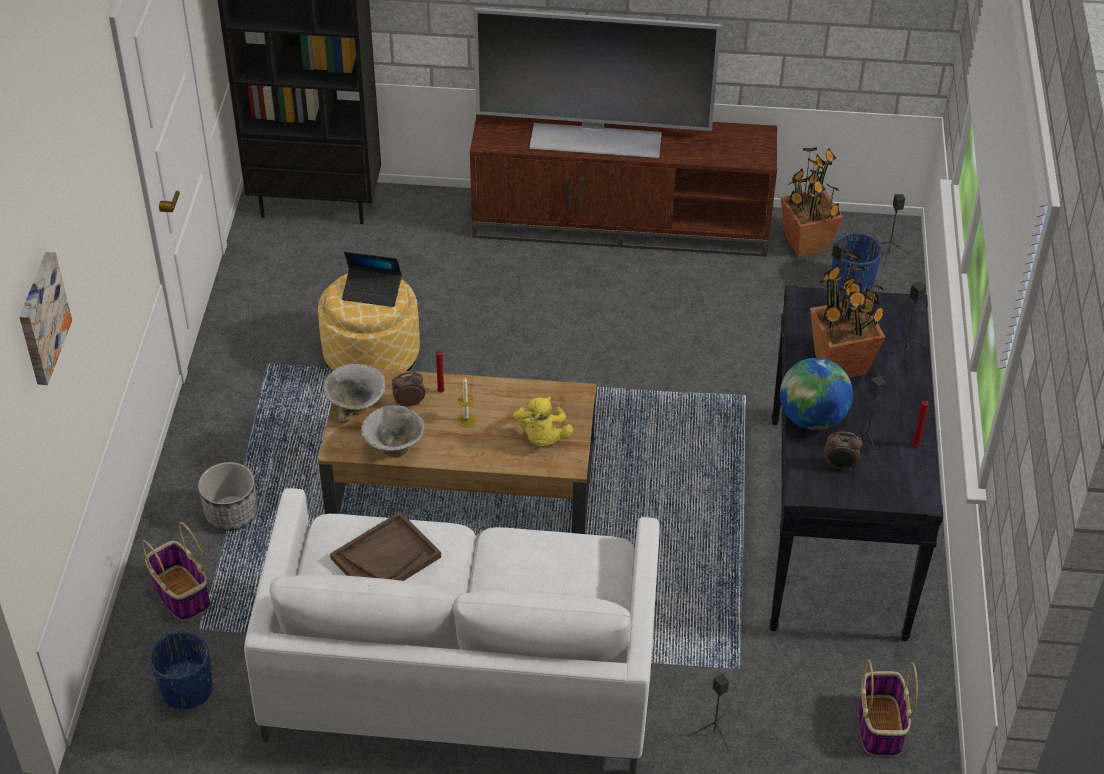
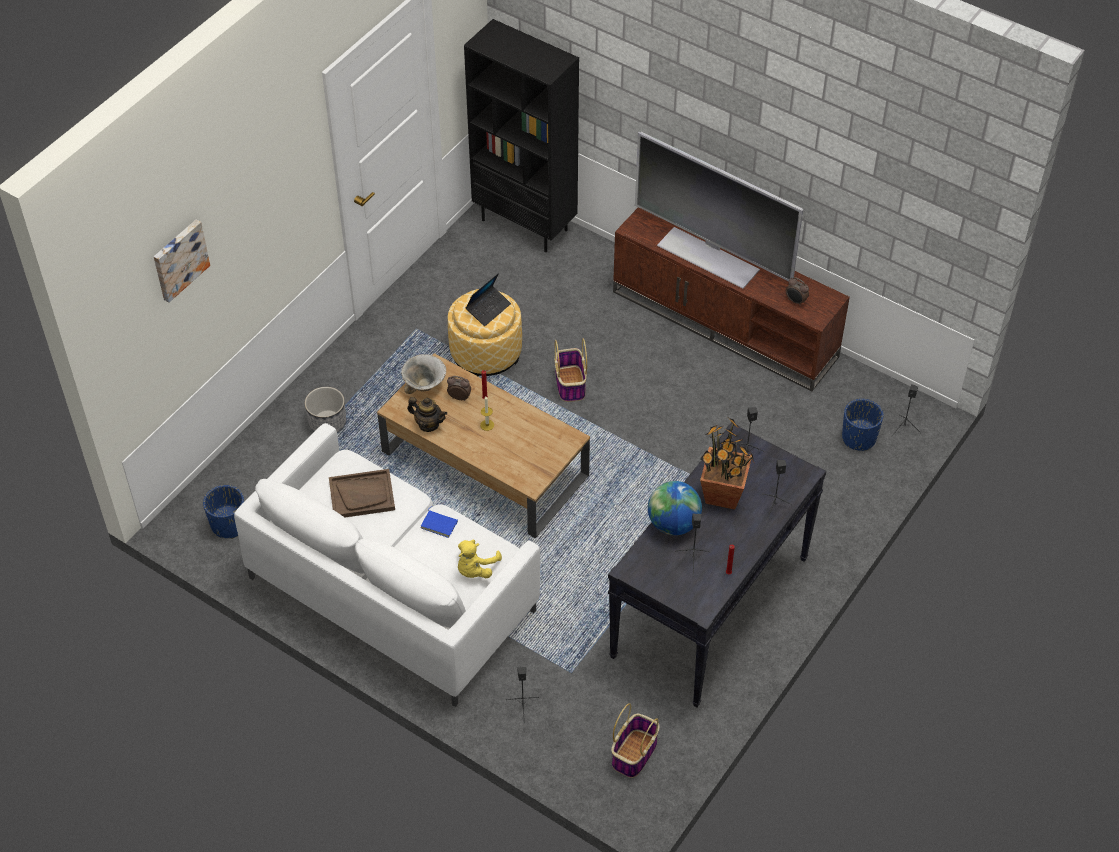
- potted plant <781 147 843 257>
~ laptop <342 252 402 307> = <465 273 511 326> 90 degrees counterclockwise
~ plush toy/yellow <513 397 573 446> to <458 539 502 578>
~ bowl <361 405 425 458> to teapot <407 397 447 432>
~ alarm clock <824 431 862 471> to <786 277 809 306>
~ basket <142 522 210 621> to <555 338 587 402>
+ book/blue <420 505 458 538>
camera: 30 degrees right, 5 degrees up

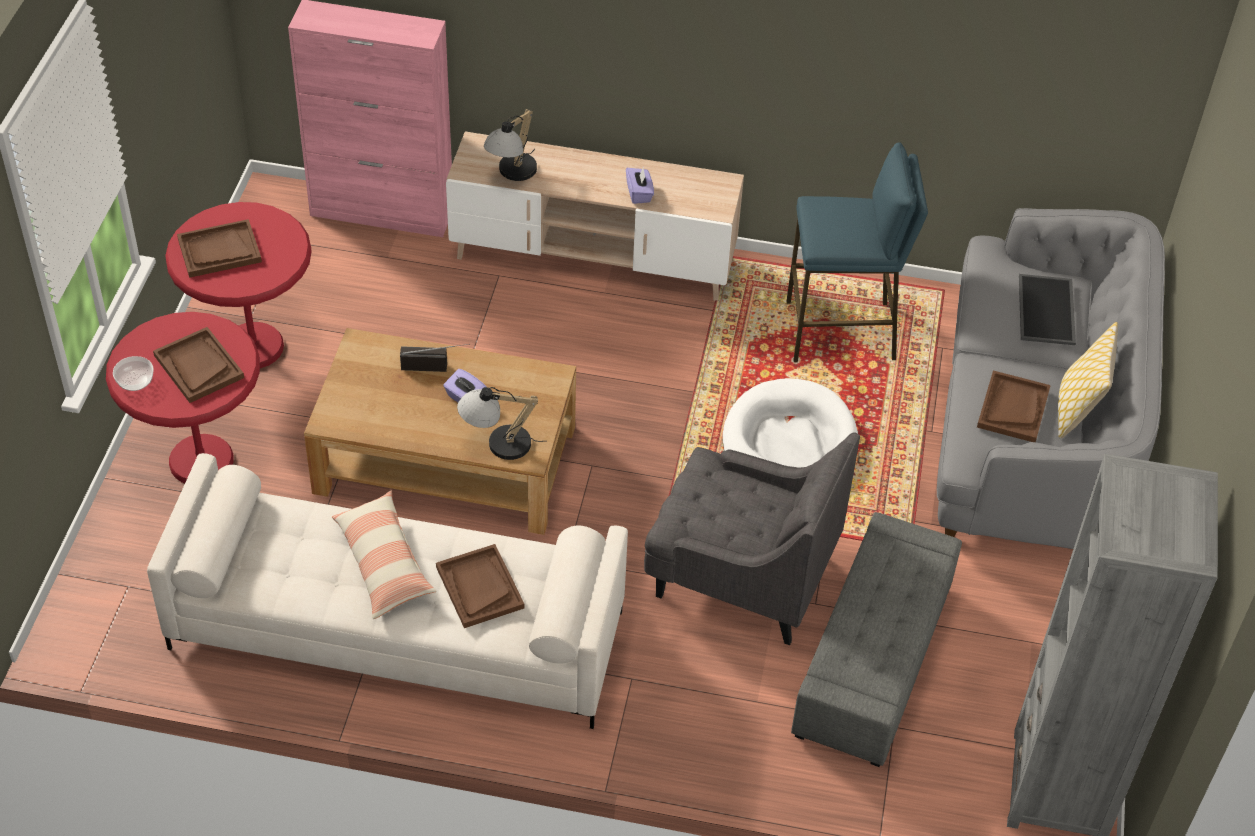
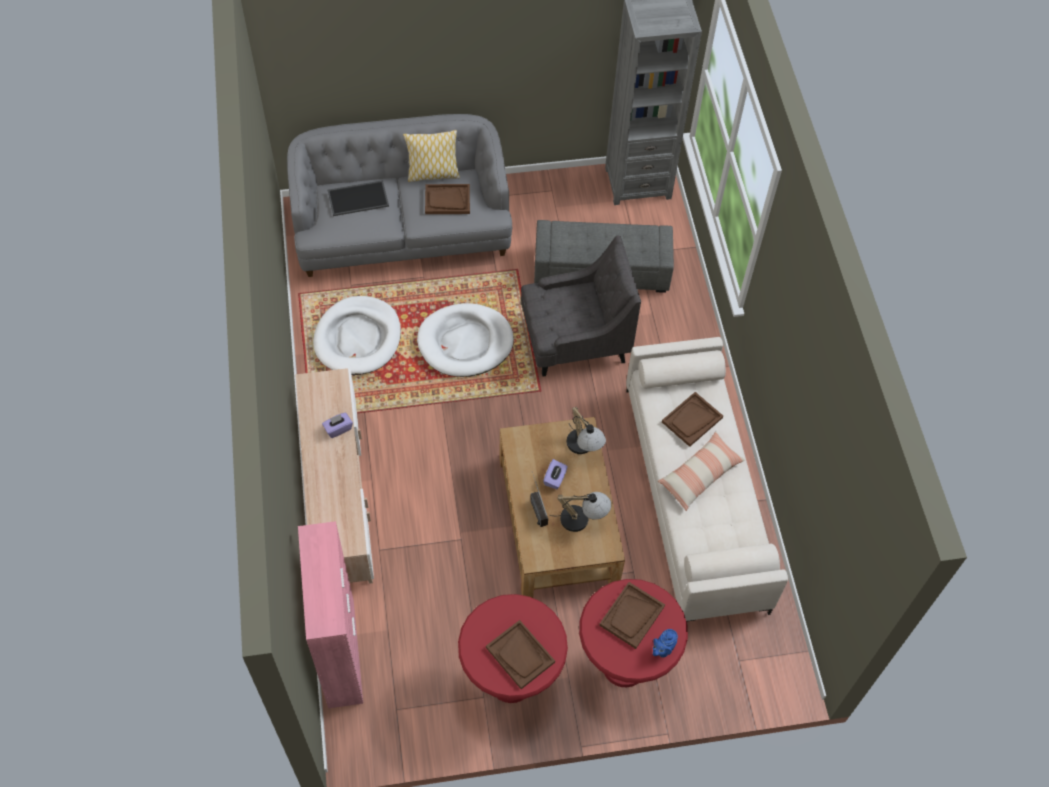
~ table lamp <484 109 537 181> to <550 492 611 532>
~ stool/blue <787 142 928 362> to dog bed/white <313 296 401 375>
~ bowl <113 356 153 391> to teapot/blue <653 629 678 657>
~ armchair/grey <644 432 860 645> = <521 235 641 376> 75 degrees clockwise
camera: 110 degrees left, 10 degrees up

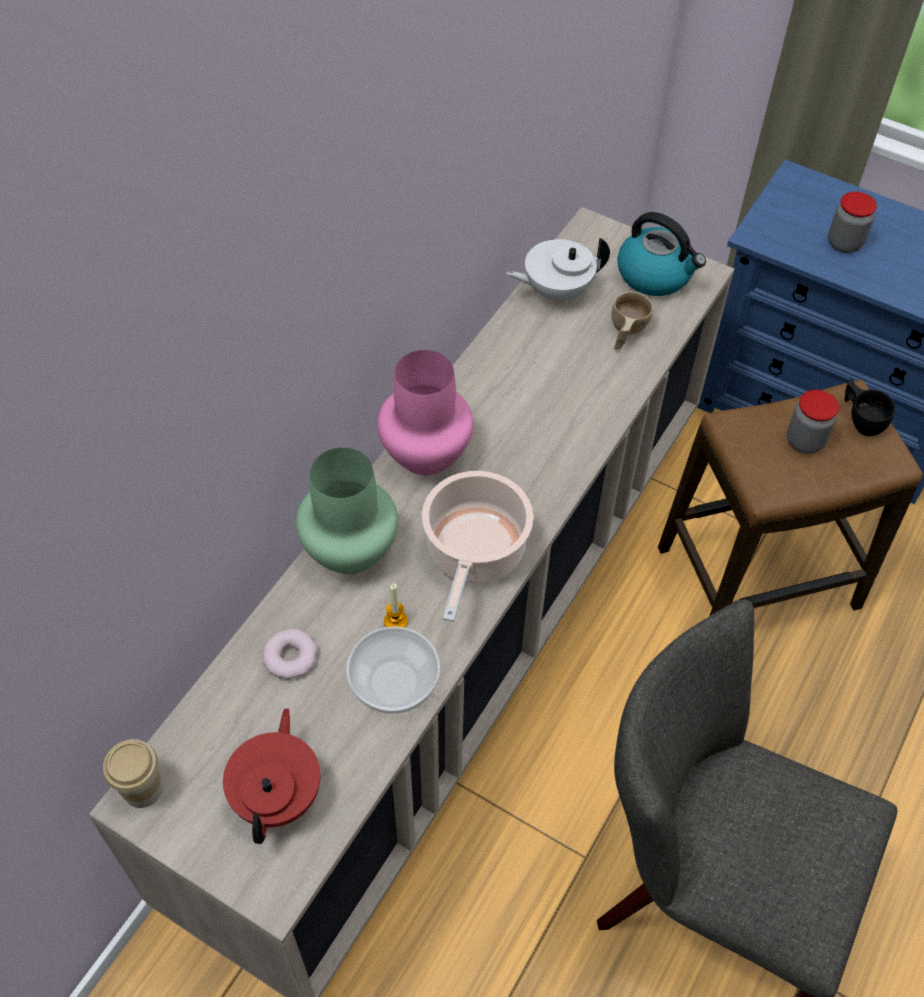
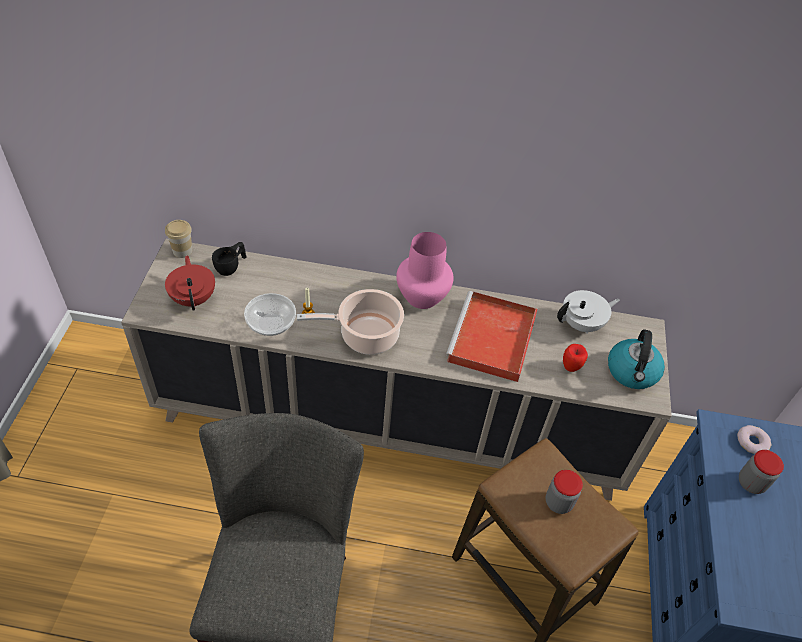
~ teapot/white <506 237 610 303> = <557 290 620 334> 105 degrees clockwise
~ cup/beige <612 291 653 350> to apple <563 344 588 372>
~ cup/black <844 379 895 436> to <212 242 247 276>
- vase/green <296 448 398 574>
~ donut <262 629 318 679> to <737 425 771 454>
~ teapot/red <223 708 320 844> = <165 255 215 310> 90 degrees counterclockwise
+ tray/red <446 291 538 382>
camera: 65 degrees right, 5 degrees down

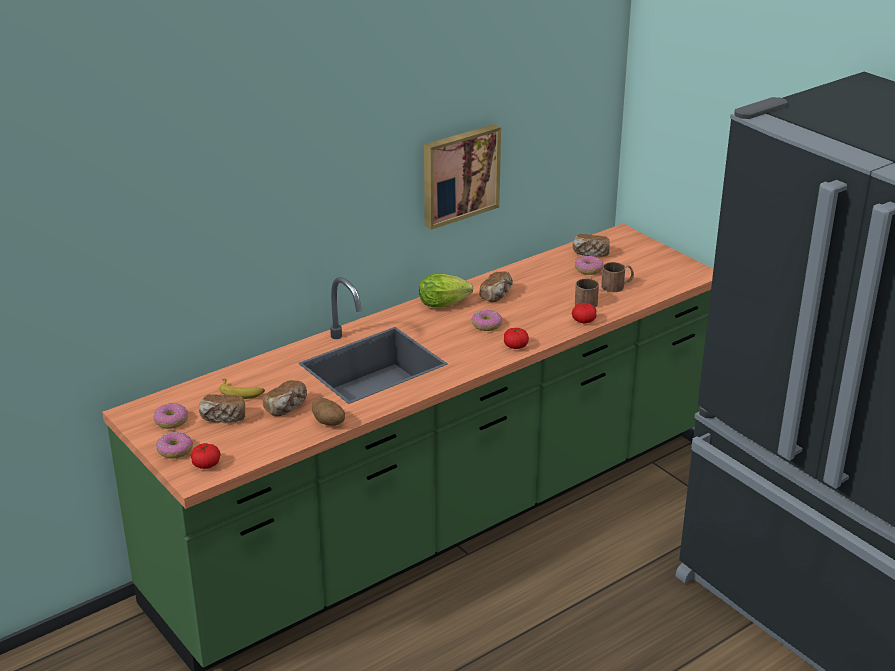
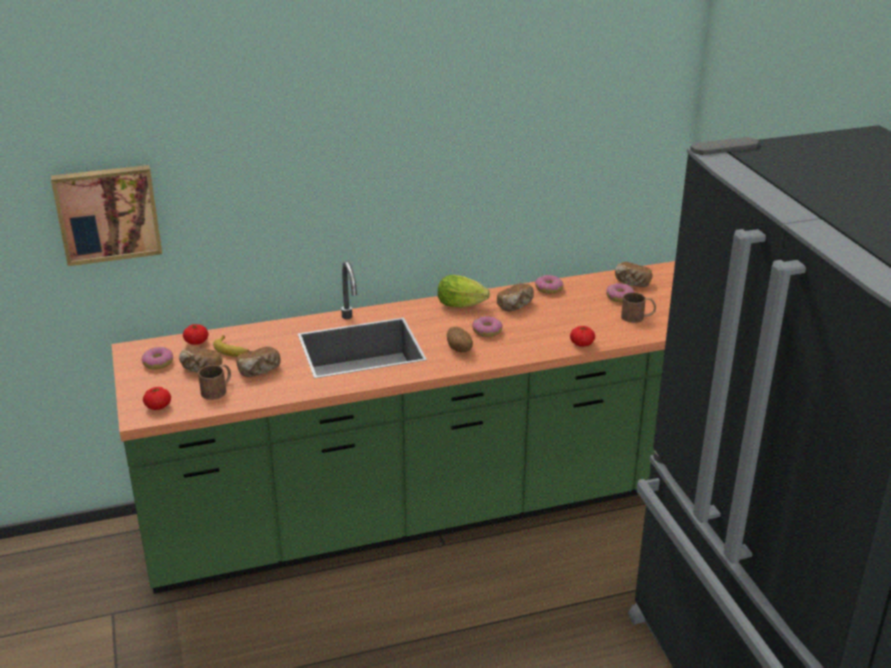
~ picture <424 124 501 230> to <51 165 162 266>
~ mug/brown <575 277 599 308> to <198 364 231 400>
~ tomato <504 328 529 349> to <183 324 209 345>
~ potato <312 398 345 426> to <447 327 473 352>
~ donut <156 432 193 459> to <535 275 563 294>
camera: 20 degrees right, 0 degrees up

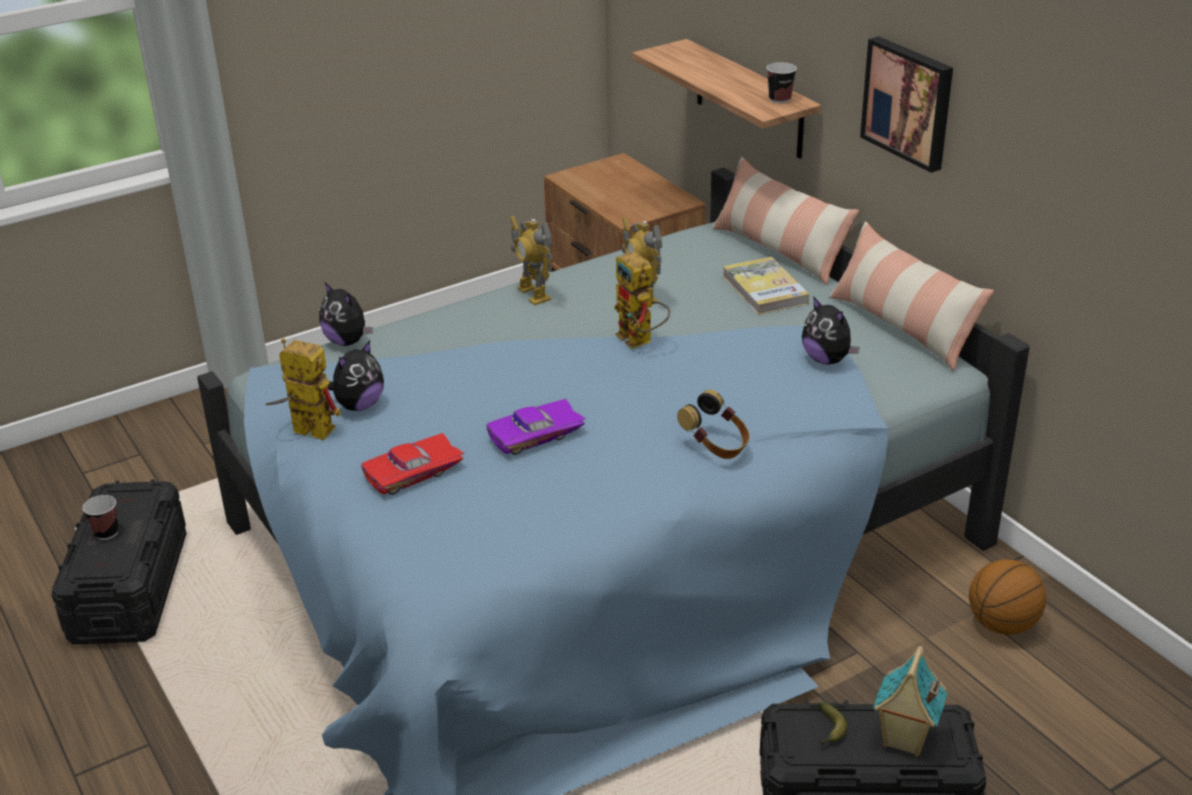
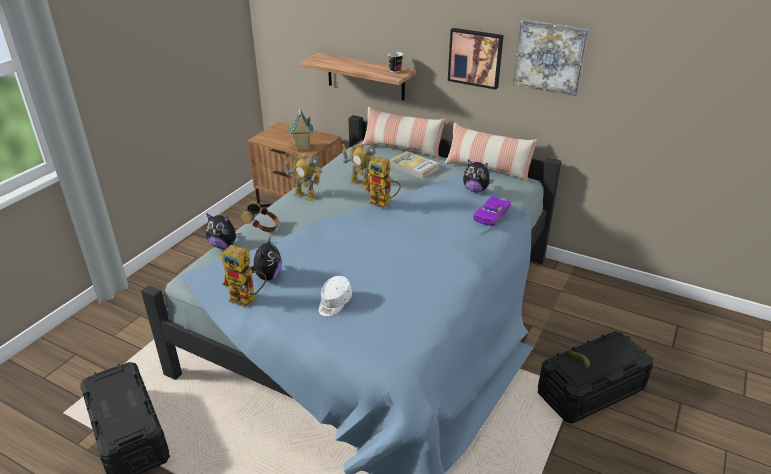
~ toy robot <266 339 341 440> = <221 245 266 307> 150 degrees counterclockwise
~ headphones <677 389 750 459> to <241 201 279 233>
~ toy car/purple <486 399 585 455> to <473 196 512 226>
~ toy car/red <361 433 464 495> to cap/white <319 276 352 316>
- cup <83 495 119 540>
- basketball <969 559 1046 635>
~ toy house <873 646 947 757> to <290 108 313 151>
+ picture <513 20 589 96>
camera: 30 degrees left, 0 degrees up

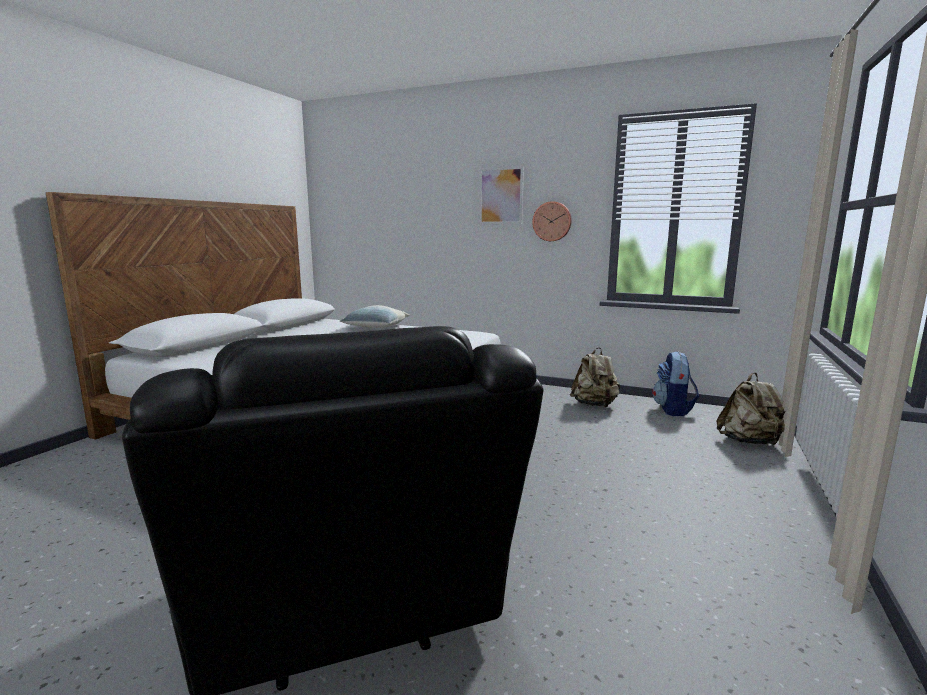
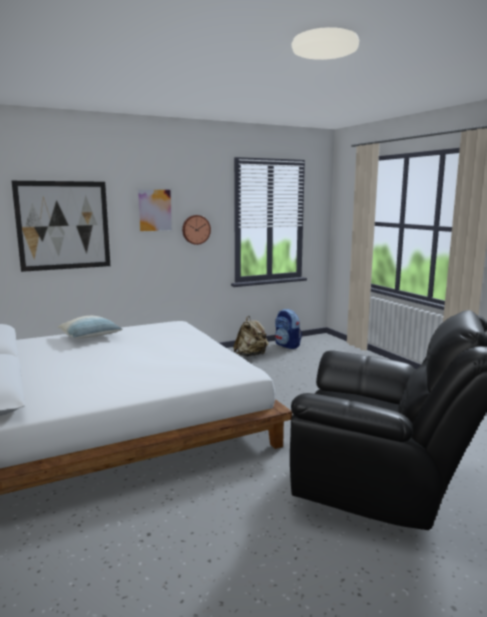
- backpack/beige <716 372 785 445>
+ picture <12 181 110 272>
camera: 50 degrees left, 0 degrees up

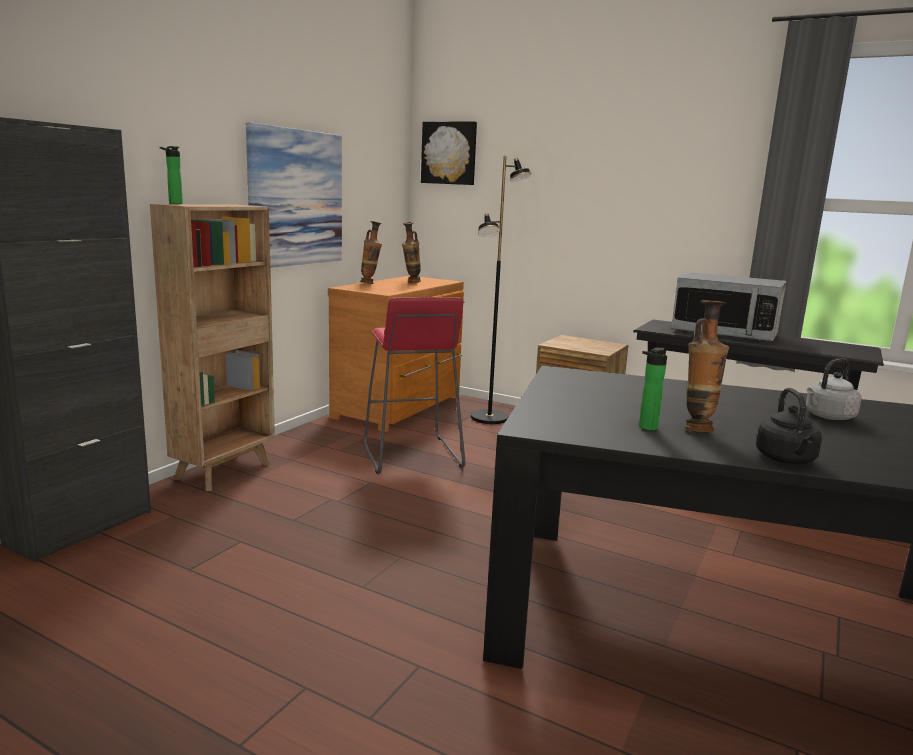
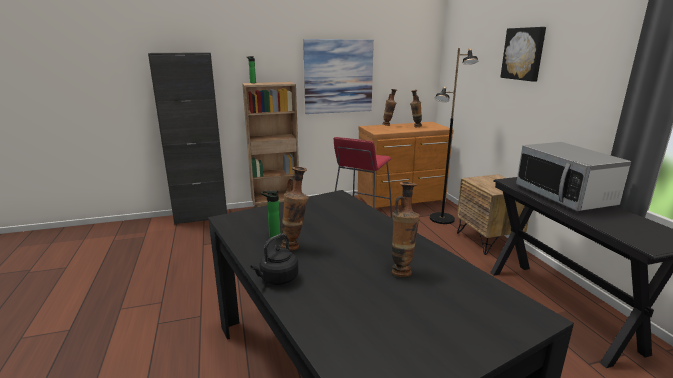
~ picture <421 121 477 185> to <500 27 546 82>
~ kettle/grey <806 358 862 420> to vase <392 182 420 277>
camera: 45 degrees right, 5 degrees up

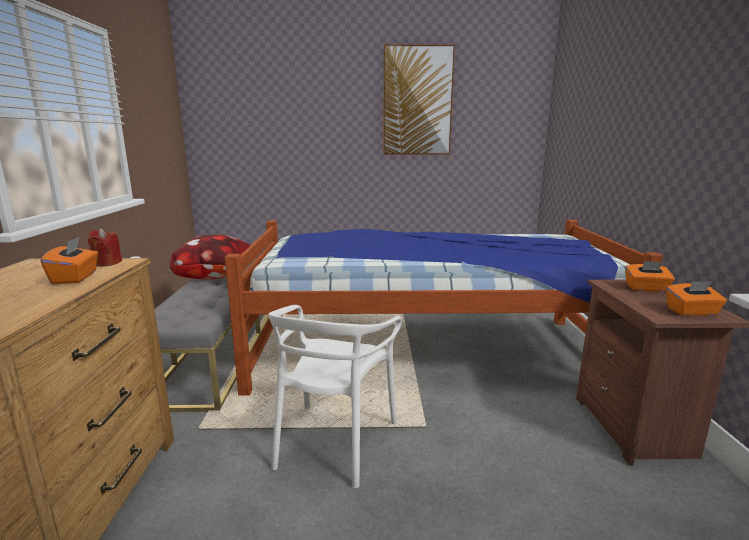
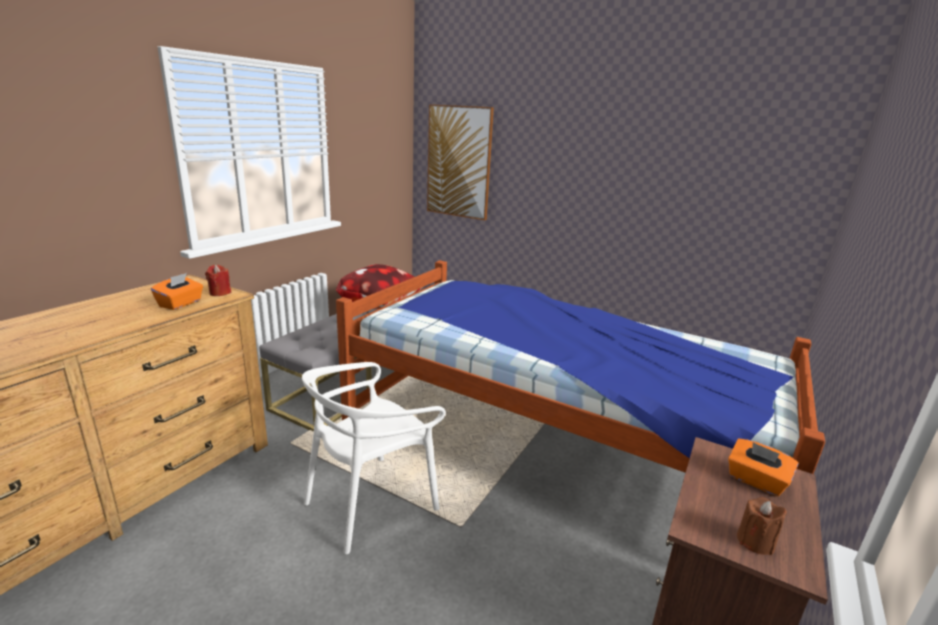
~ picture <383 44 455 155> to <427 104 494 220>
~ tissue box/orange <666 281 727 316> to candle/brown <737 497 787 555>
camera: 30 degrees right, 5 degrees up

